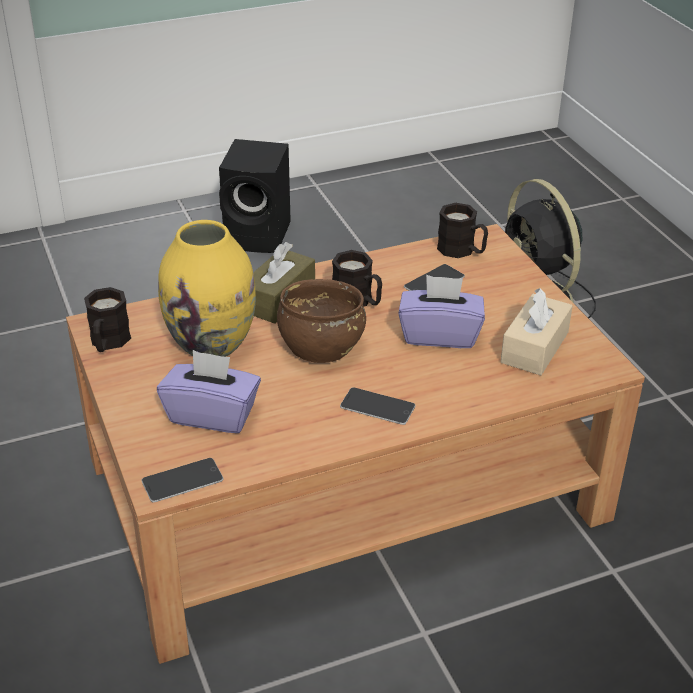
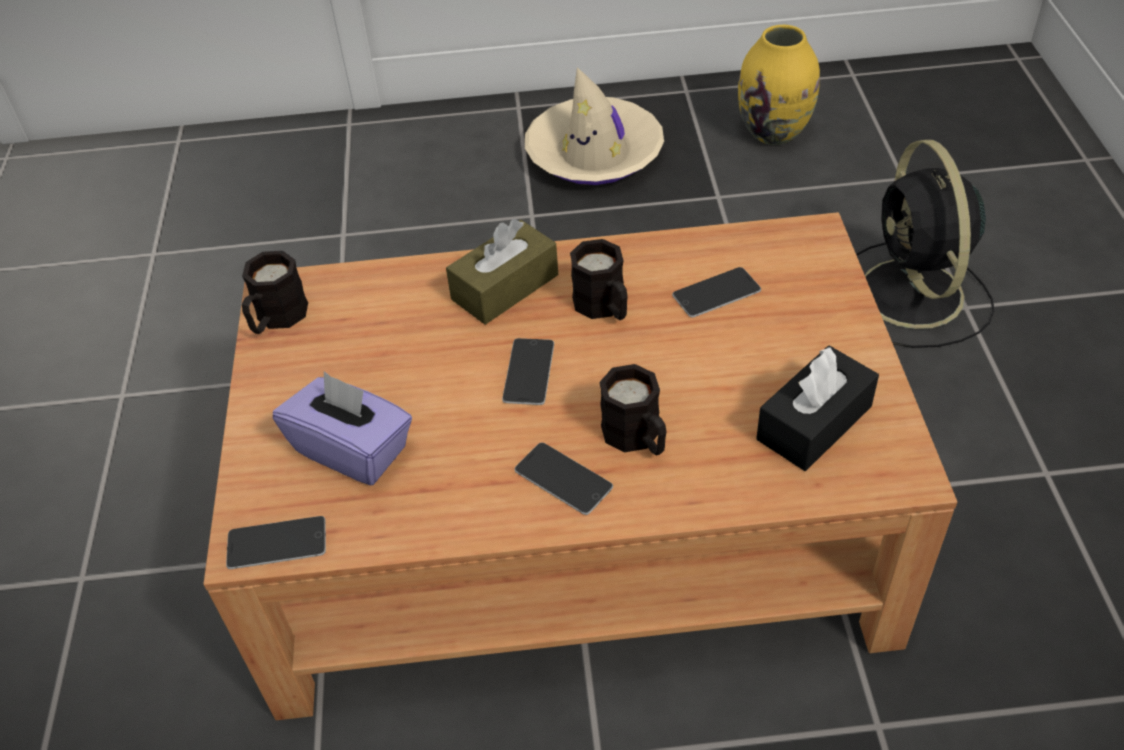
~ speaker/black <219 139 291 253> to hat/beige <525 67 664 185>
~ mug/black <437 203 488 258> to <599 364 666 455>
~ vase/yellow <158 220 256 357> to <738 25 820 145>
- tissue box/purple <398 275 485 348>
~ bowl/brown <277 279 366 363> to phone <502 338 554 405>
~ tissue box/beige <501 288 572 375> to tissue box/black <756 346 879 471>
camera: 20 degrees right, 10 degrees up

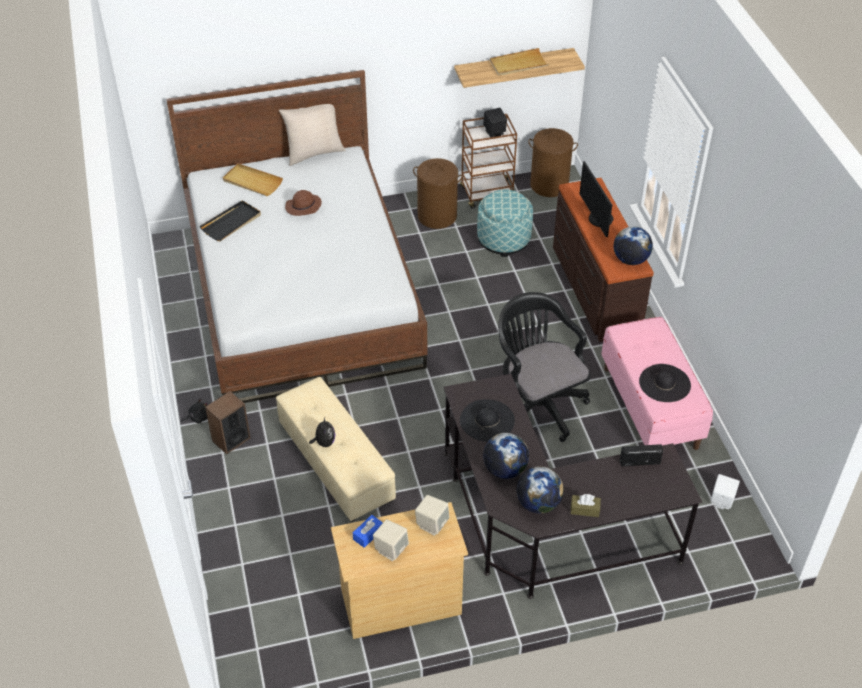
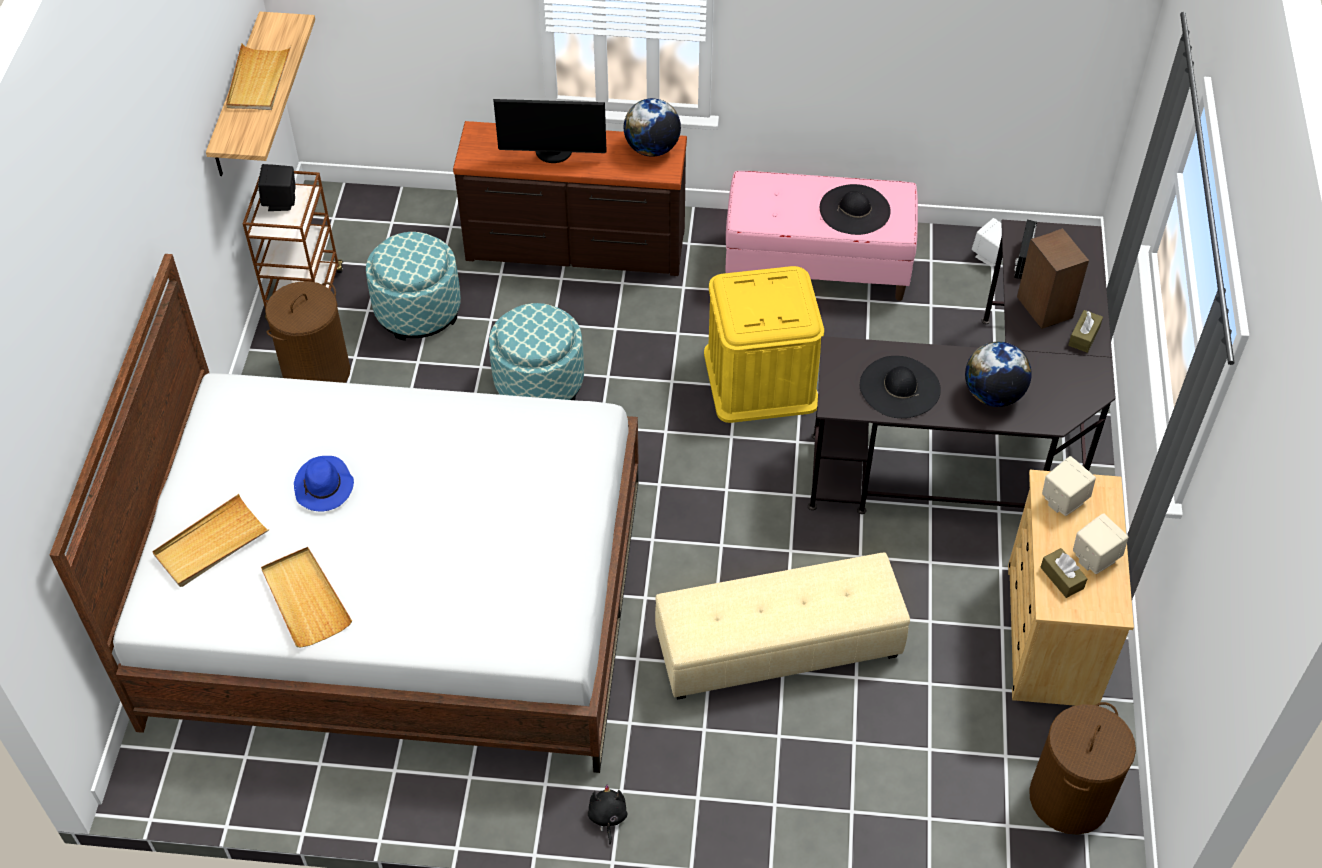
- pillow/beige <279 104 346 166>
~ laundry basket/brown <528 128 578 197> to <1029 702 1136 835>
~ hat/brown <285 190 322 216> to hat/blue <294 456 354 512>
~ tray/black <200 200 261 241> to tray/beige <261 547 352 647>
~ office chair/black <498 292 591 442> to storage box/yellow <704 266 824 423>
~ speaker <205 391 251 455> to <1017 228 1089 329>
- plush toy <309 418 335 447>
- globe <517 466 564 514>
~ tissue box/blue <353 515 383 548> to tissue box/brown <1040 548 1087 598>
+ ottoman <489 303 584 400>
camera: 70 degrees left, 5 degrees up

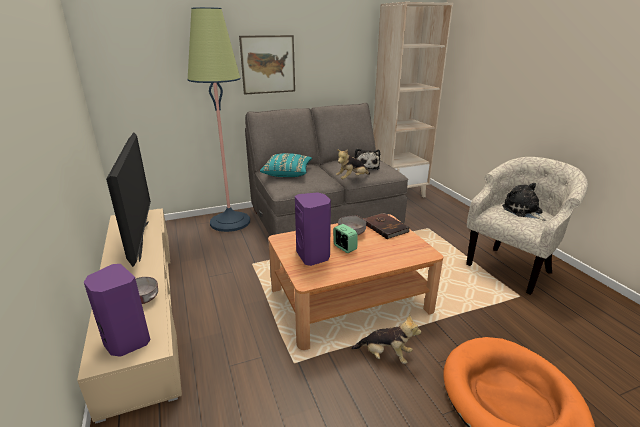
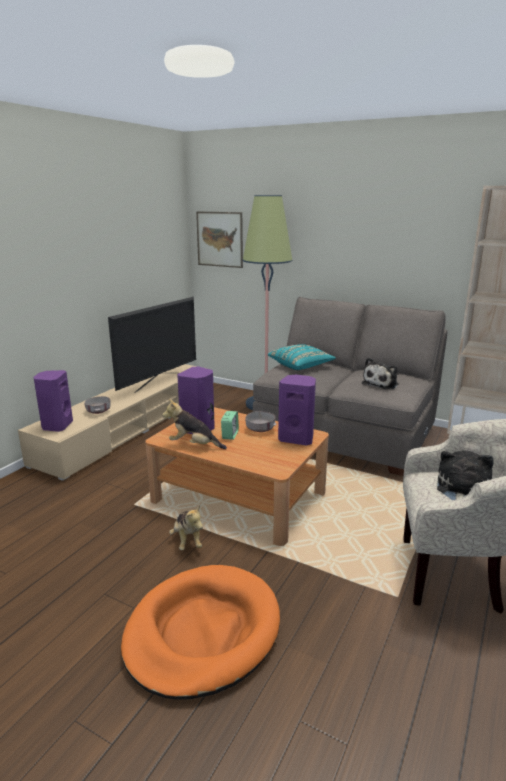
~ picture <239 35 295 95> to <196 211 243 268>
~ plush toy <336 149 370 179> to <162 399 227 449>
~ book/brown <364 213 410 239> to speaker/purple <278 375 316 446>
camera: 50 degrees right, 5 degrees down

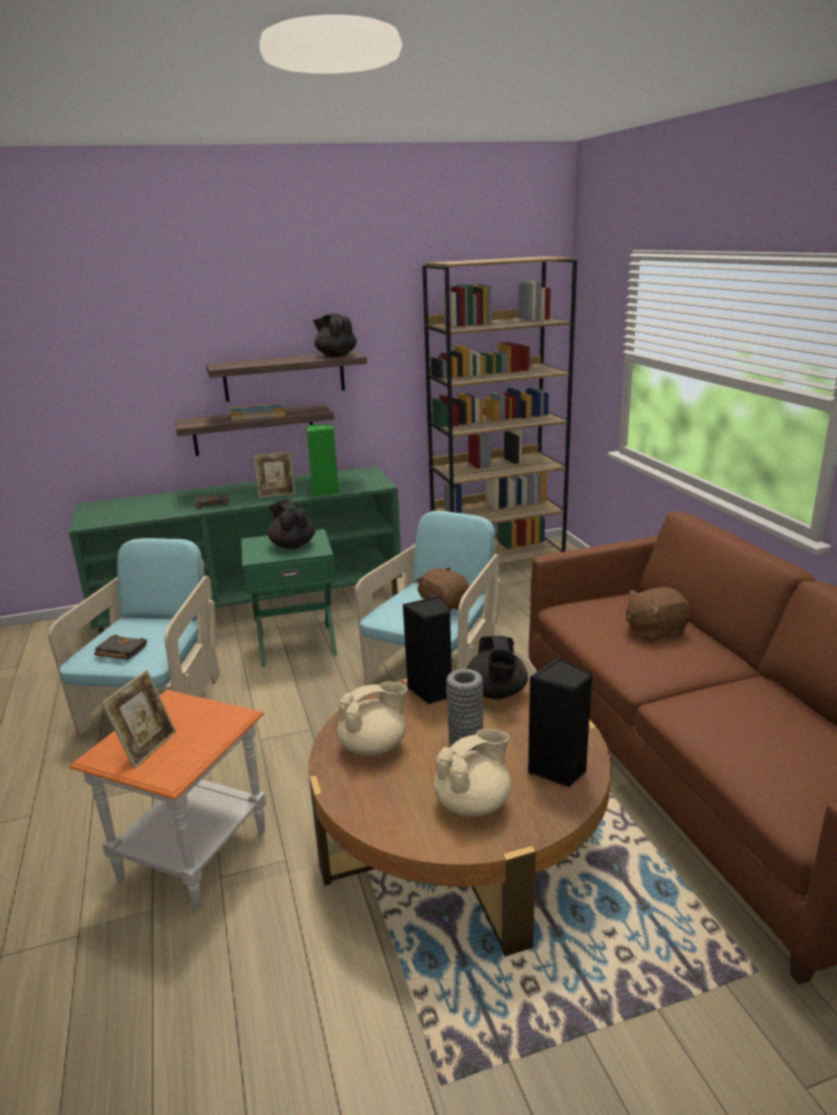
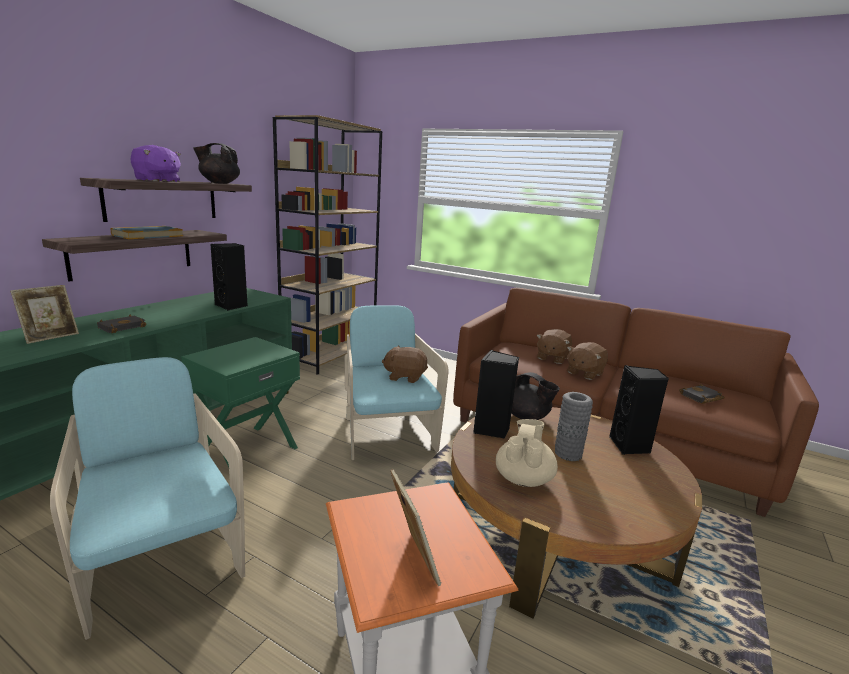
~ speaker/green <307 424 339 496> to speaker/black <210 243 248 311>
~ picture frame <254 452 295 498> to <10 285 79 344>
- teapot/black <268 500 315 549>
~ book/black <94 634 147 660> to <679 384 725 404>
- teapot/beige <434 729 511 817>
+ plush toy/purple <130 145 181 182>
+ plush toy/brown <567 342 608 380>
camera: 45 degrees left, 5 degrees down

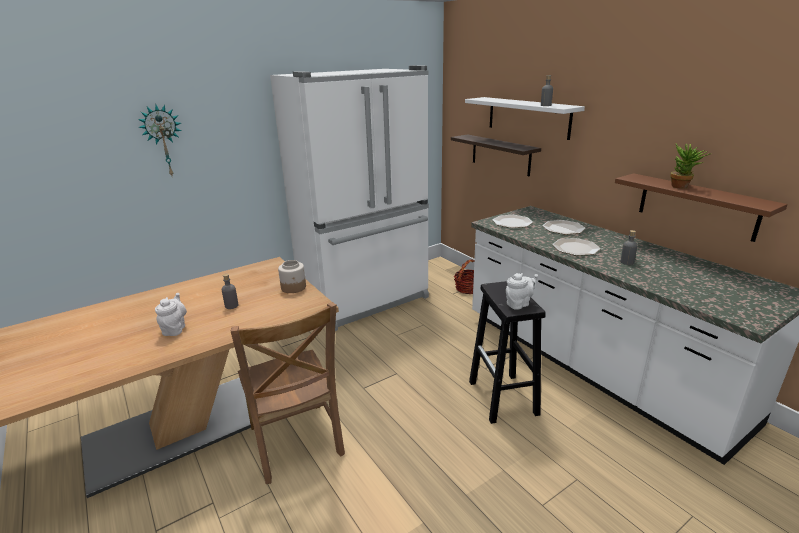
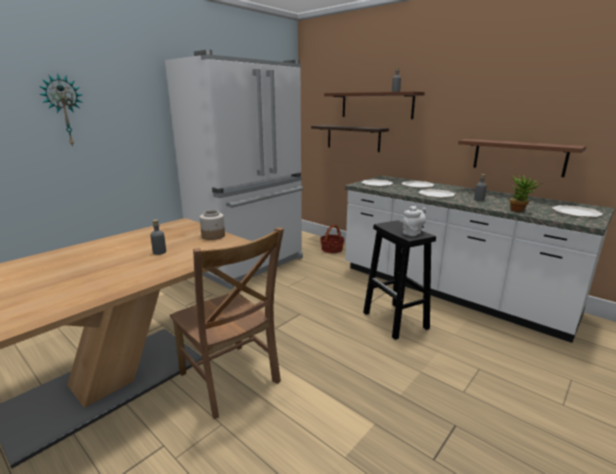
~ shelf/white <465 97 585 140> to shelf/brown <324 91 425 119>
~ potted plant <670 144 712 189> to <509 175 542 212>
- teapot/white <155 293 187 336>
+ plate <552 205 603 217>
camera: 15 degrees left, 5 degrees down

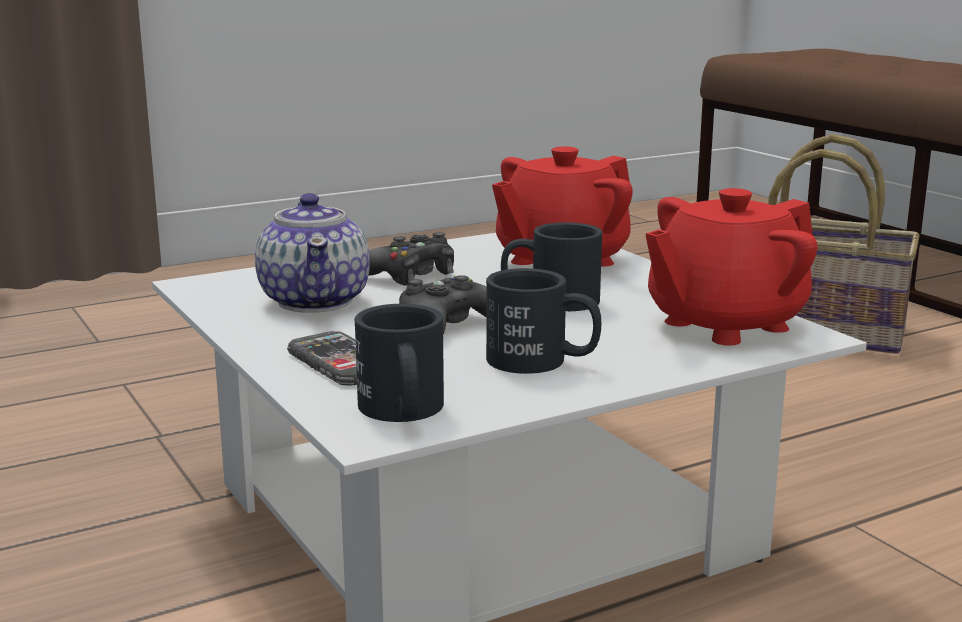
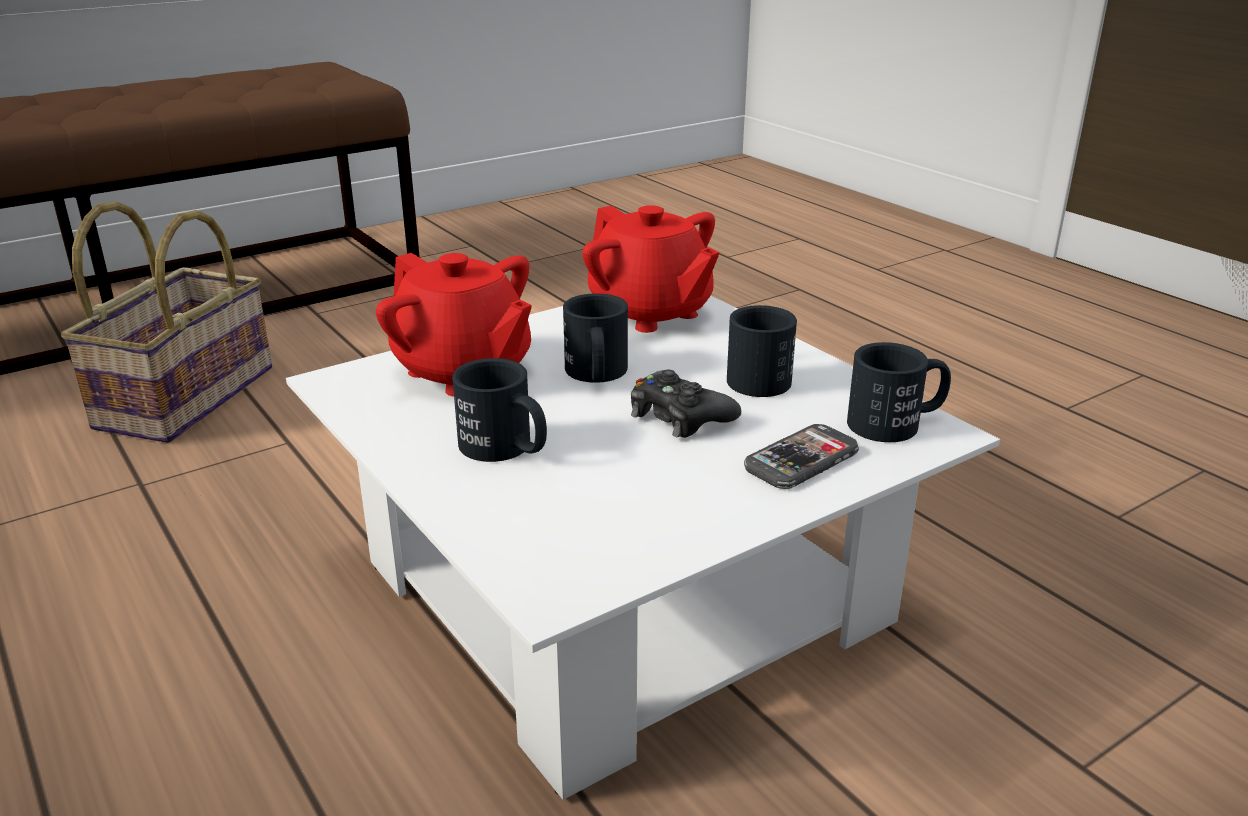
- teapot <255 193 370 313>
~ game controller/black <368 232 454 286> to mug/black <452 358 547 462>
camera: 95 degrees left, 10 degrees up

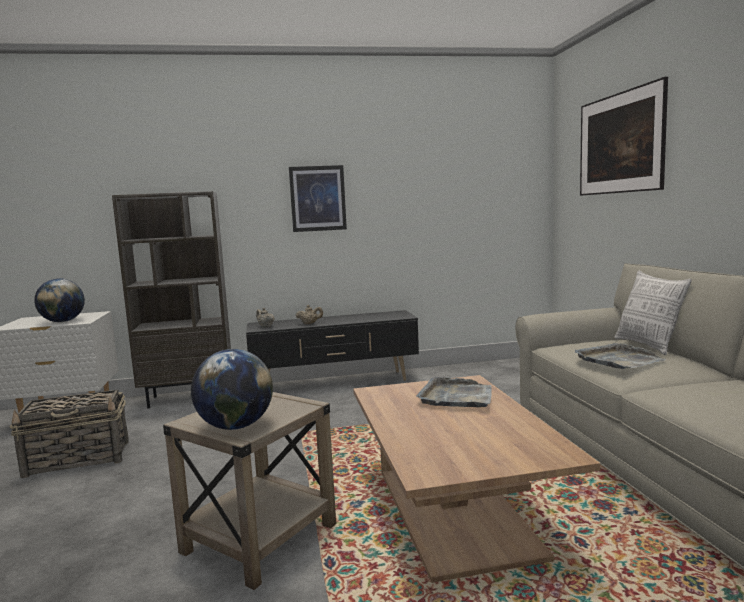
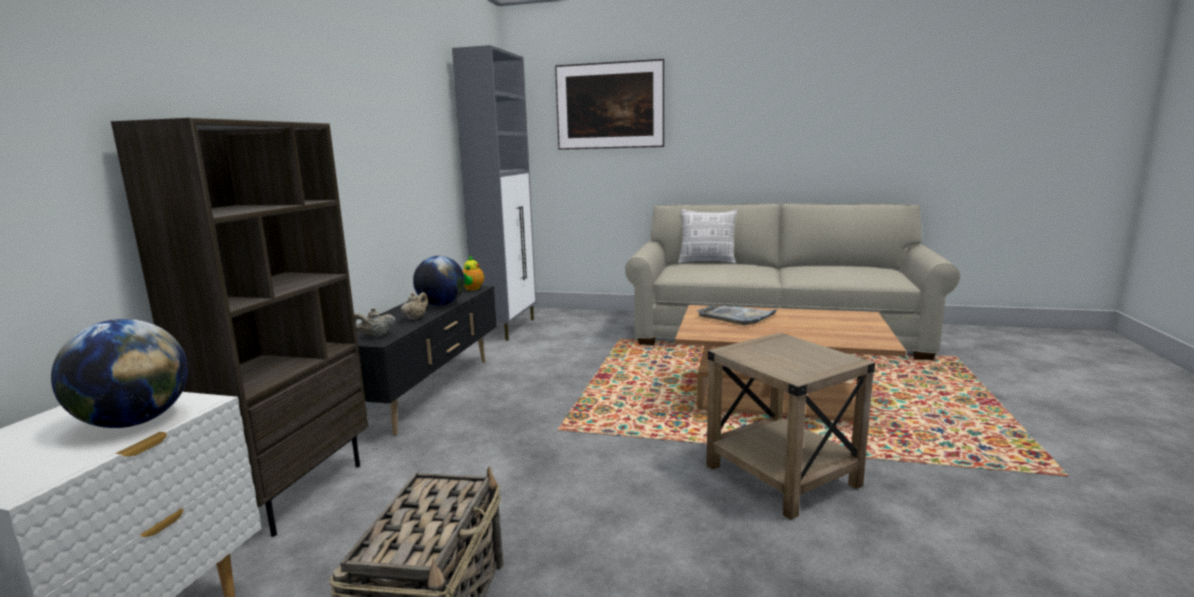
- picture <289 165 347 232>
- tray/grey <575 343 667 369>
~ globe <191 349 273 430> to <413 256 465 306>
+ cabinet/grey <452 45 536 341>
+ teapot <462 256 484 290>
camera: 65 degrees left, 5 degrees up

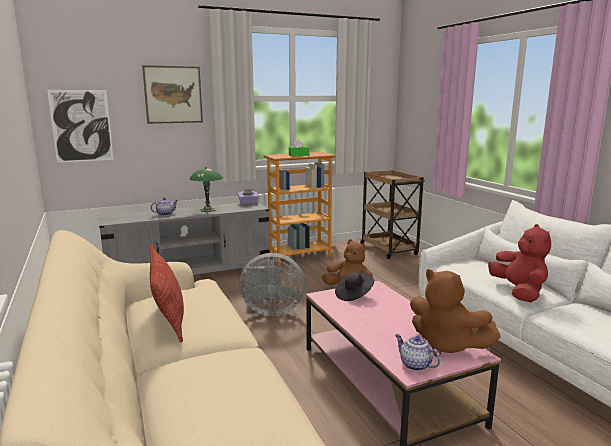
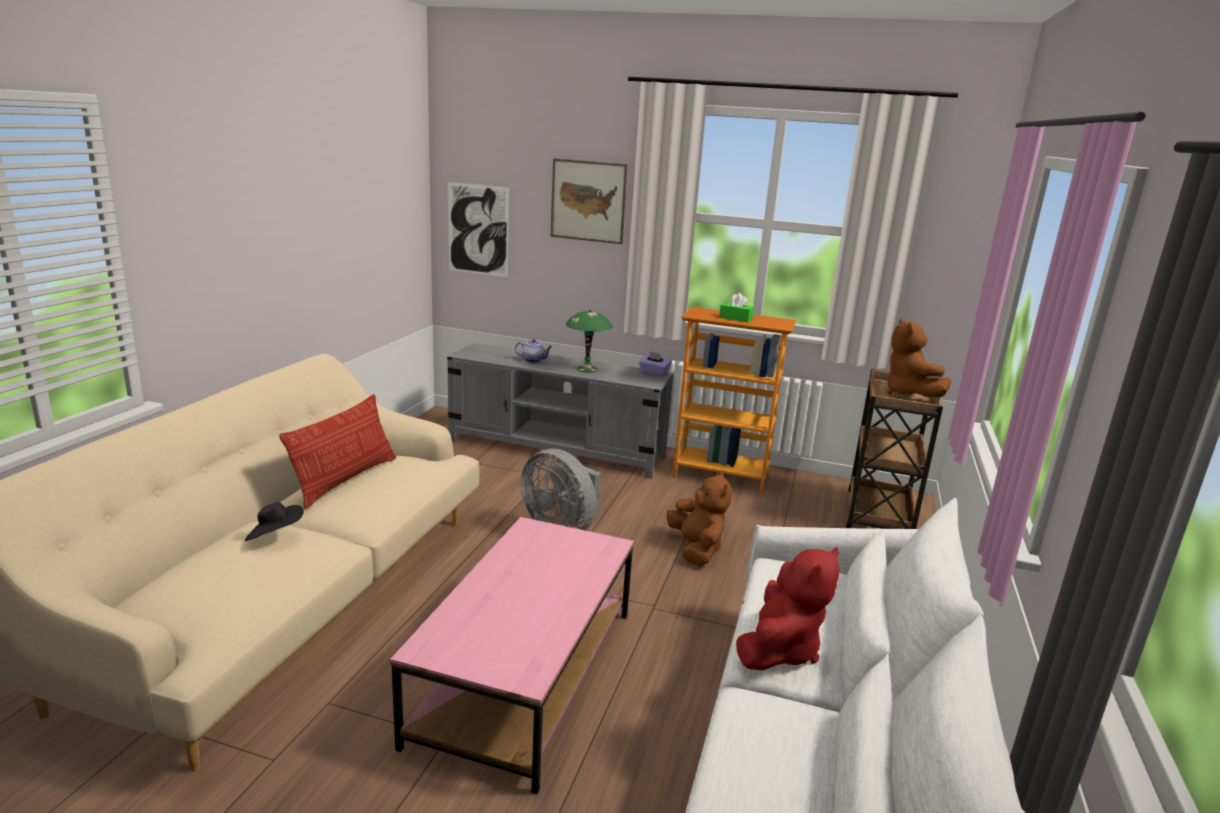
~ plush toy/brown <410 269 501 356> to <887 319 951 397>
~ hat/black <335 272 374 301> to <245 502 304 541>
- teapot <395 334 441 371>
camera: 40 degrees right, 5 degrees up

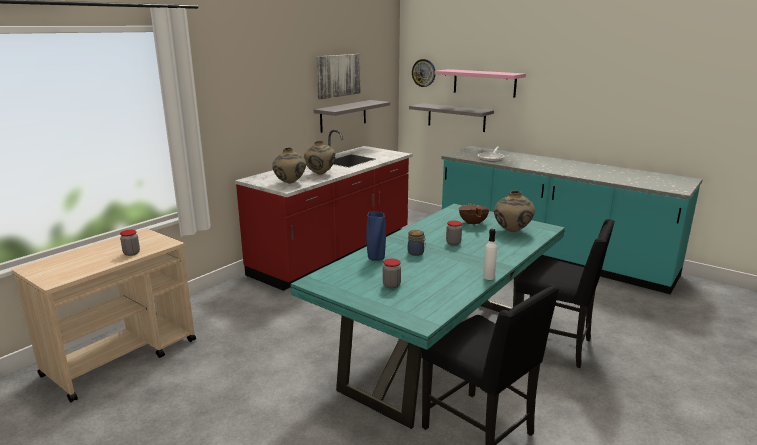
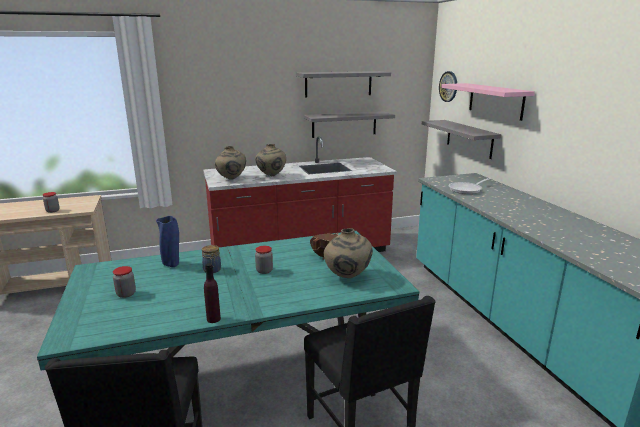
~ picture <316 54 361 99> to shelf/grey <296 71 391 97>
~ bottle/white <483 229 497 280> to bottle/purple <204 263 221 323>
camera: 35 degrees right, 0 degrees up

